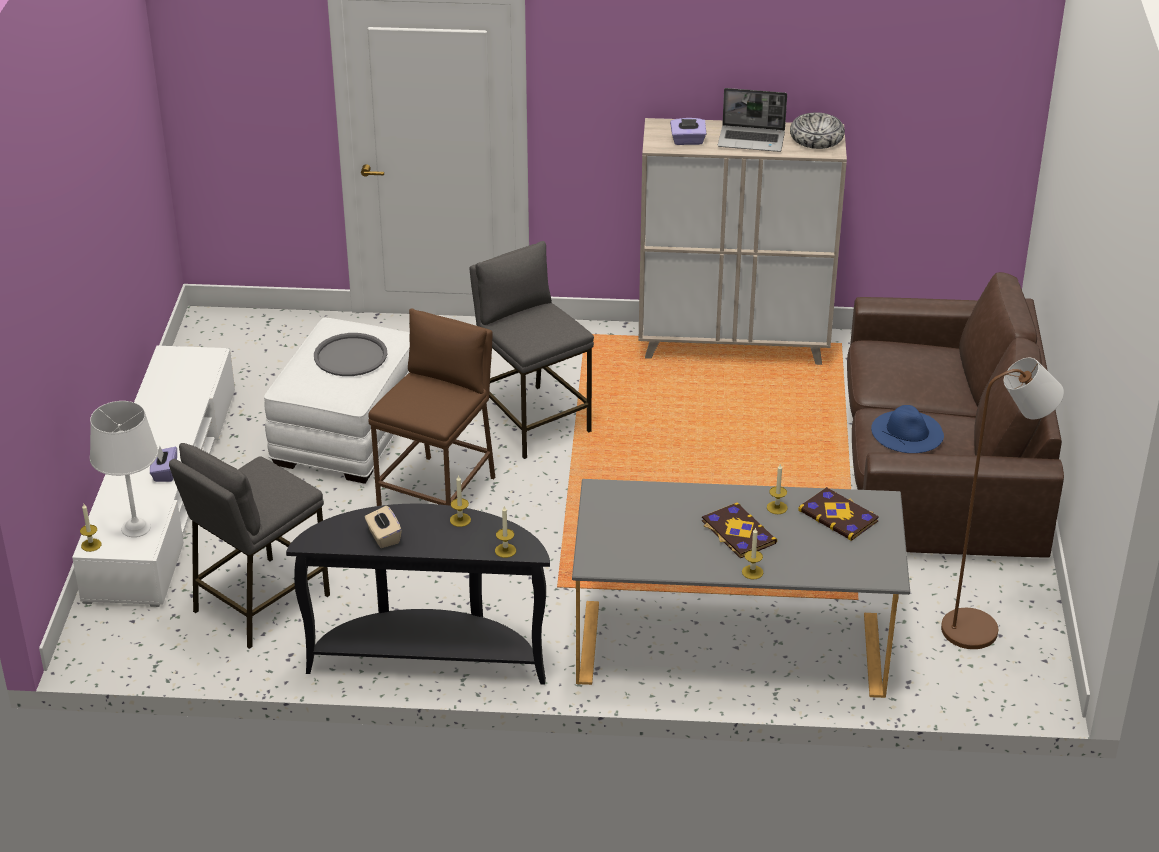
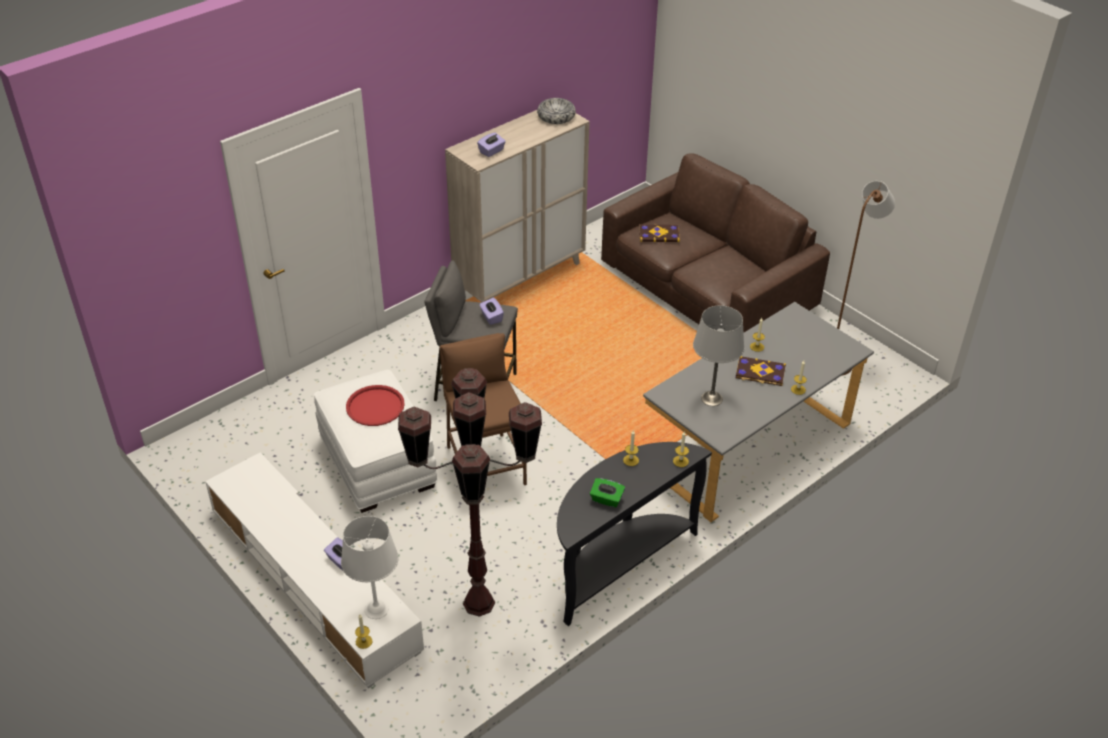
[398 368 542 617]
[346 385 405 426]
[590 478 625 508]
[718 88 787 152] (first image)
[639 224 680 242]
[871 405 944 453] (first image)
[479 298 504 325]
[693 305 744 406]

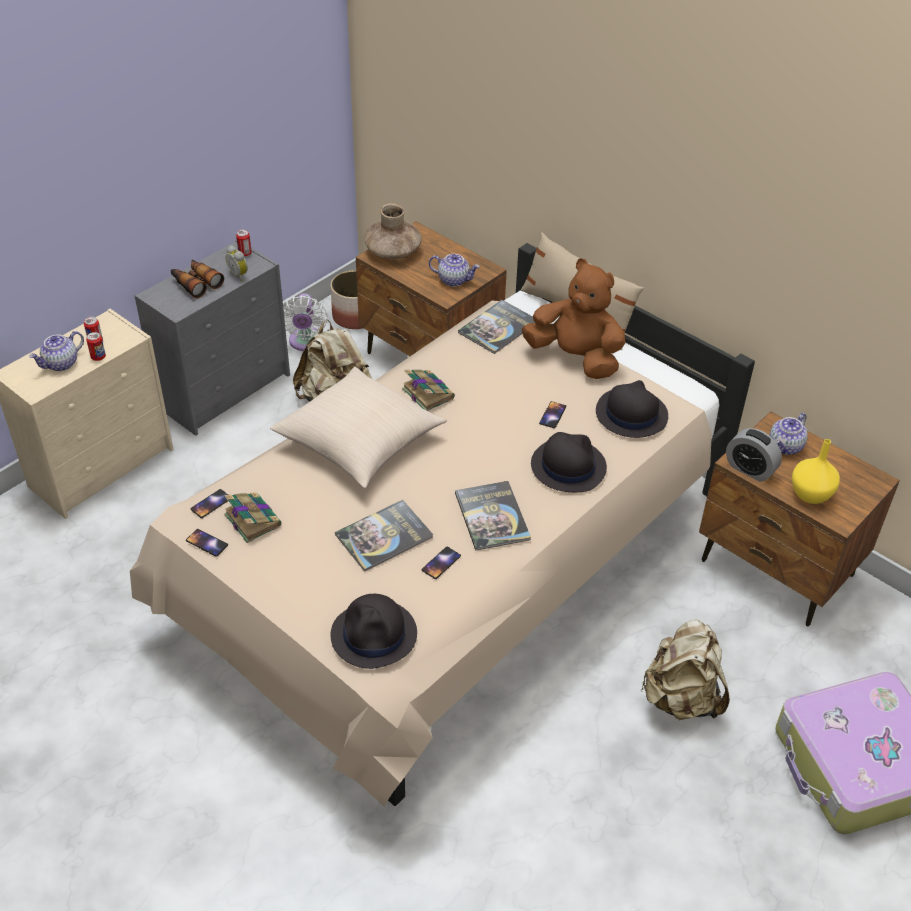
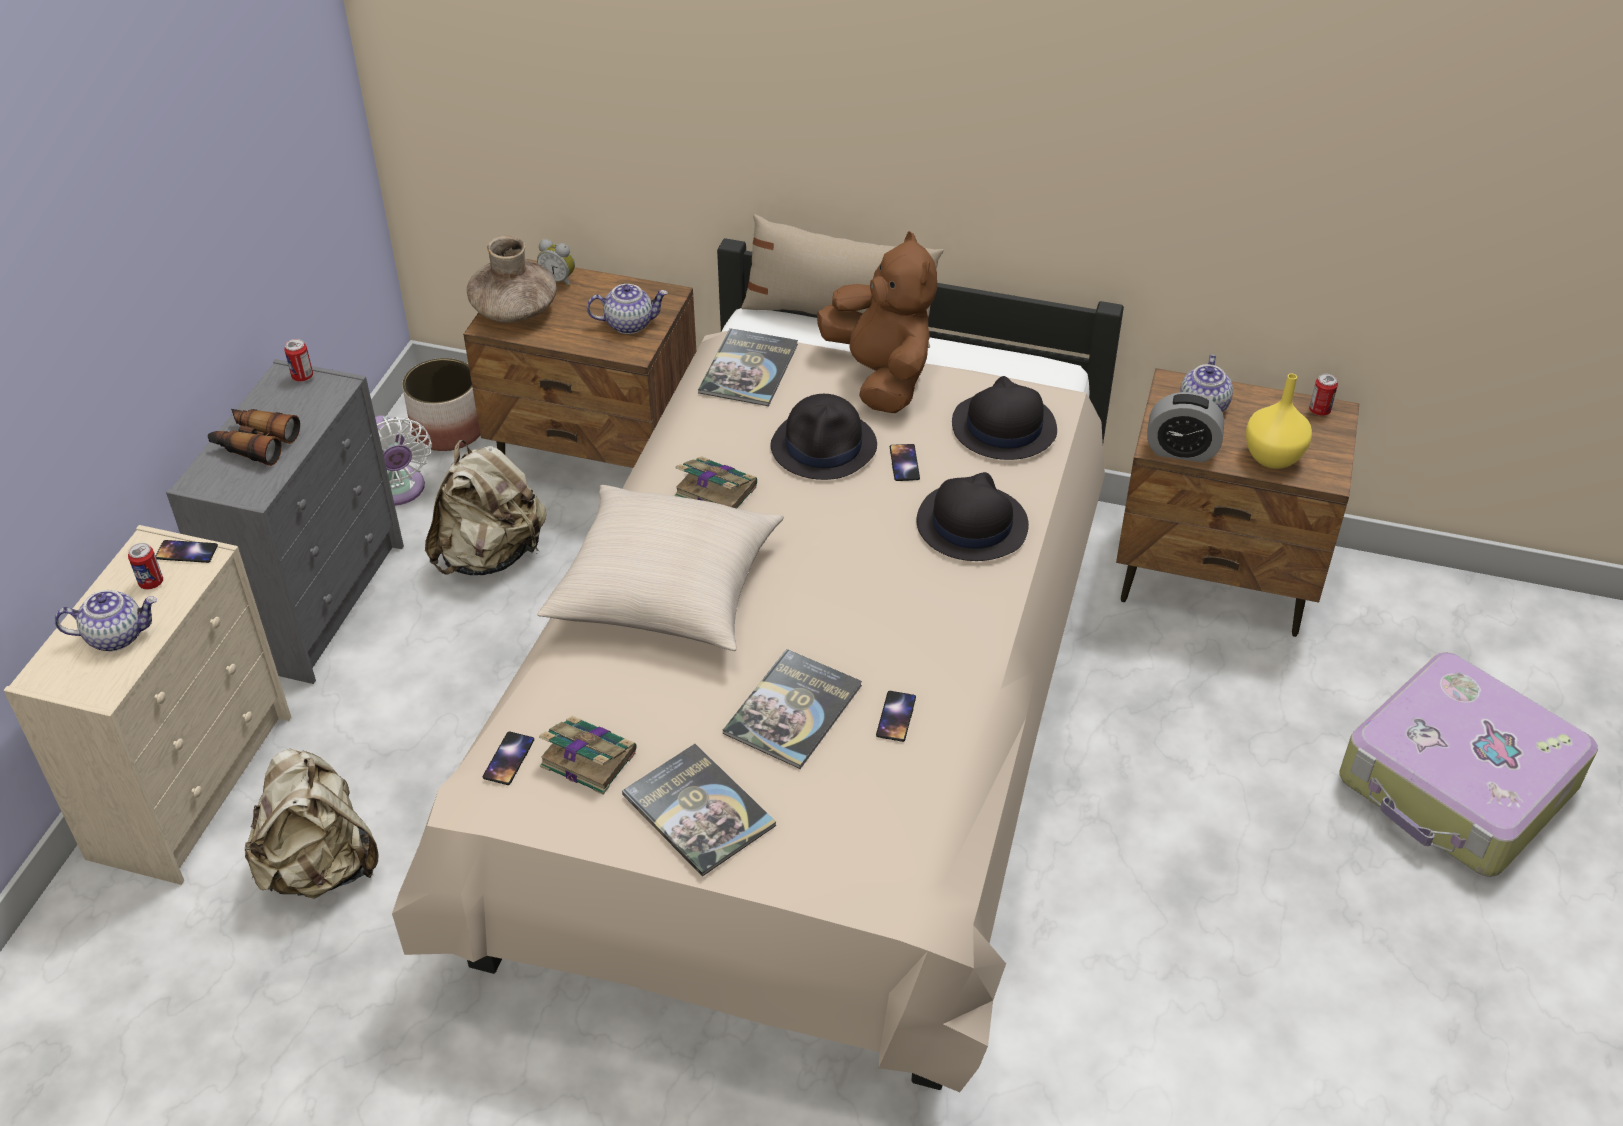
[55 590 157 651]
[1309 374 1338 416]
[156 540 218 563]
[537 239 575 287]
[771 394 877 480]
[622 744 776 877]
[817 231 937 413]
[245 749 378 899]

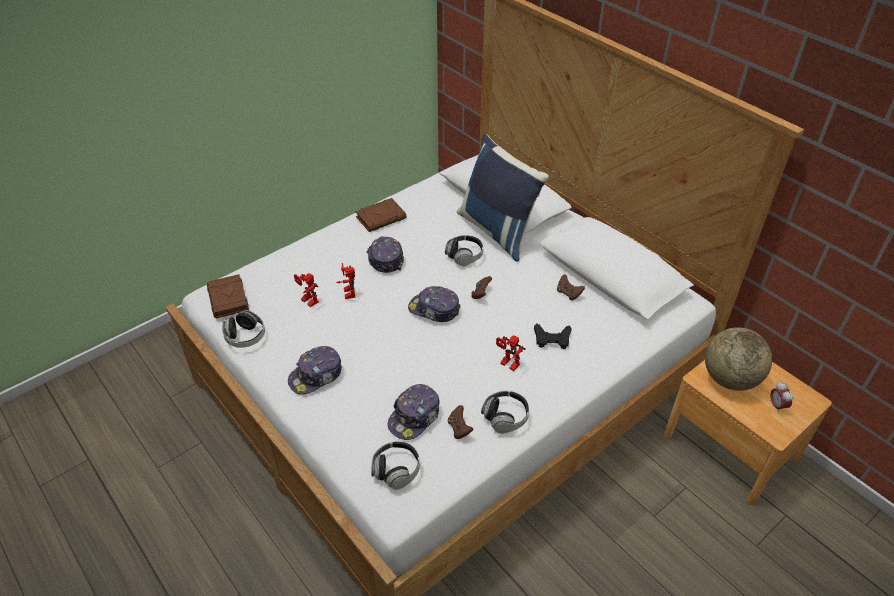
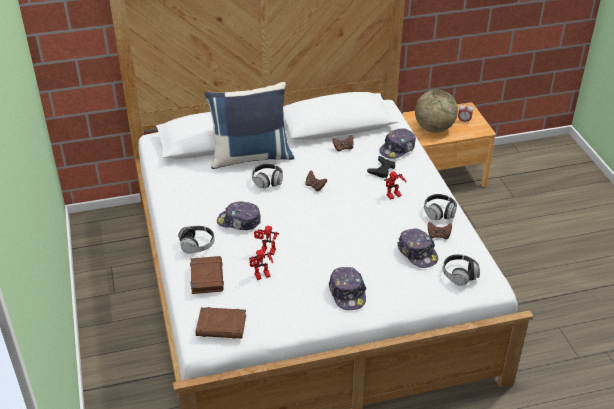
[178 226 214 254]
[190 256 224 294]
[379 128 416 159]

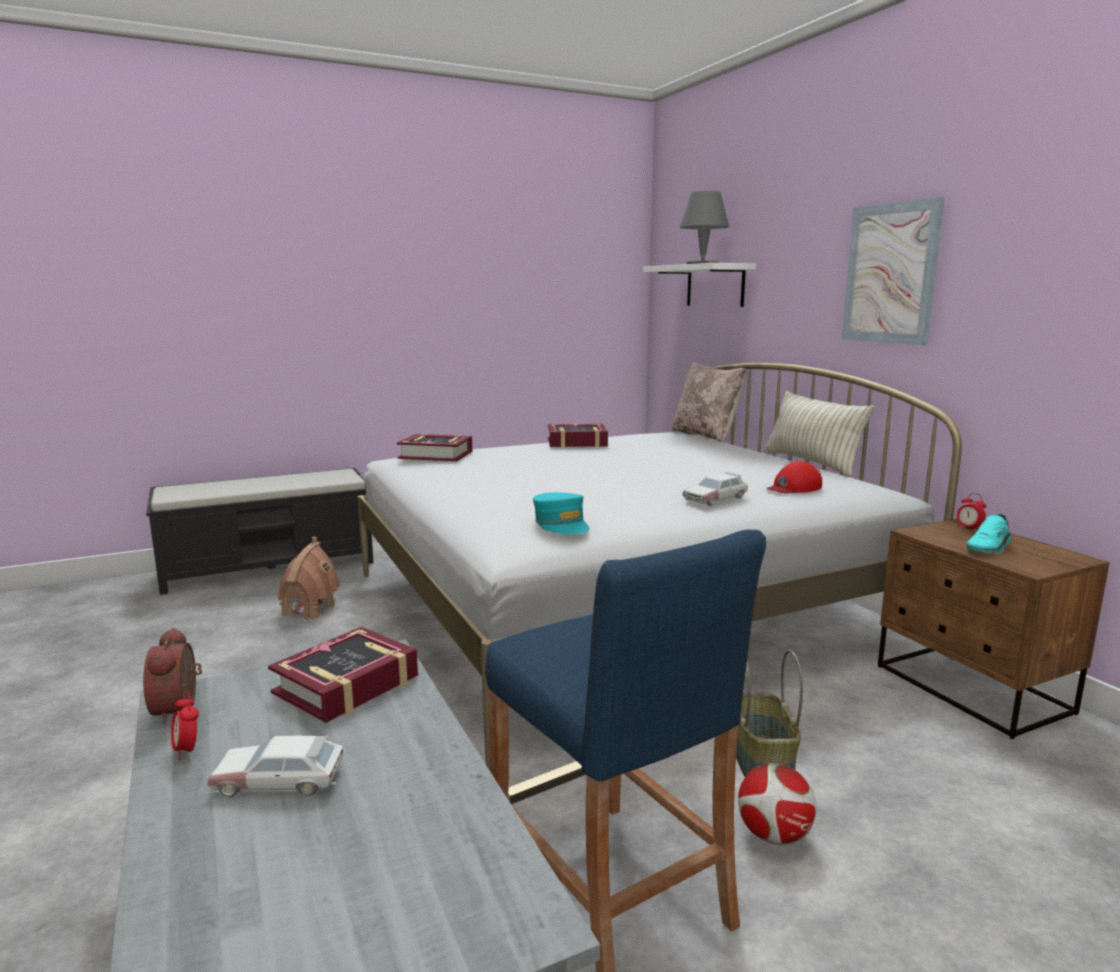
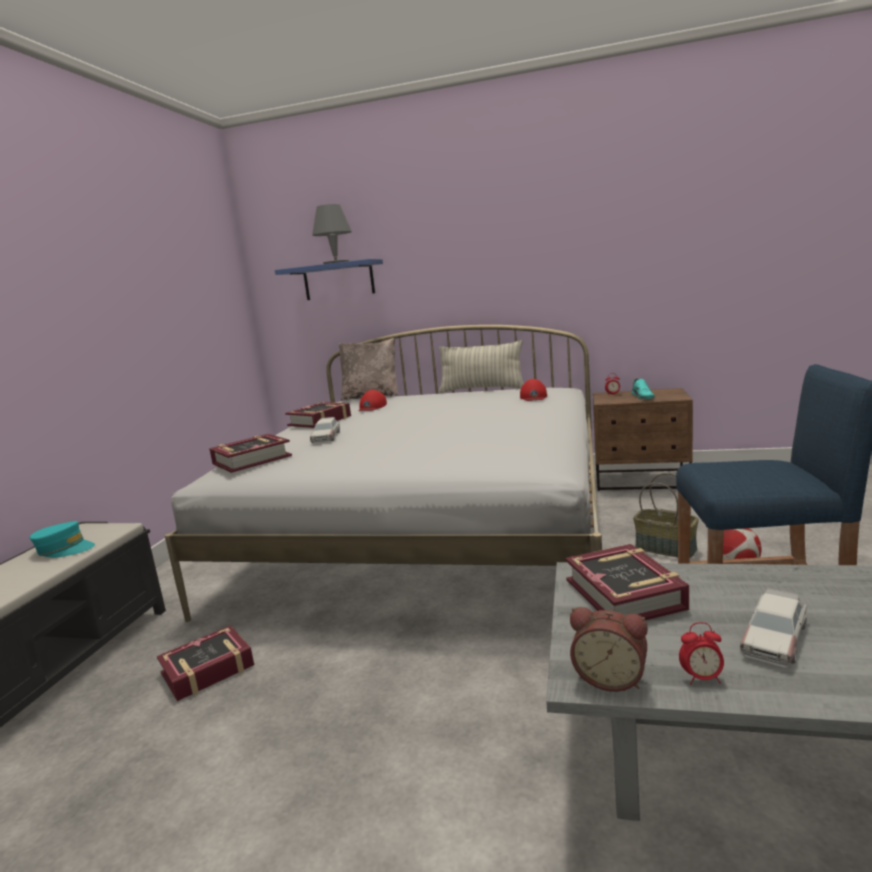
[157 625 254 701]
[30 521 95 558]
[275 259 383 300]
[310 417 340 443]
[842 197 945 345] (first image)
[358 390 387 411]

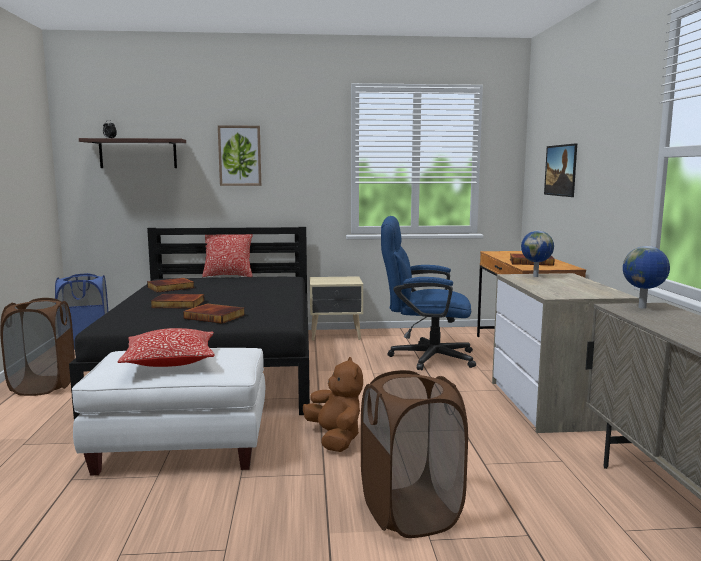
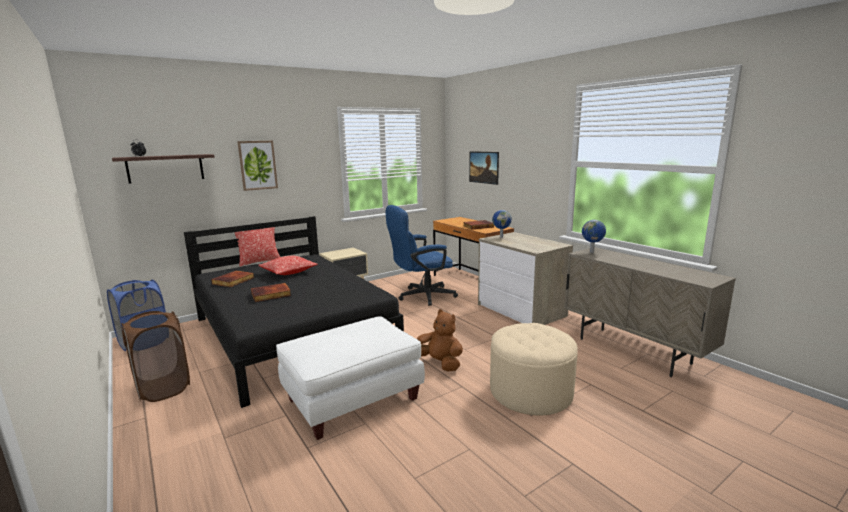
[259 256 318 275]
[183 303 245 324] (first image)
[490 323 578 415]

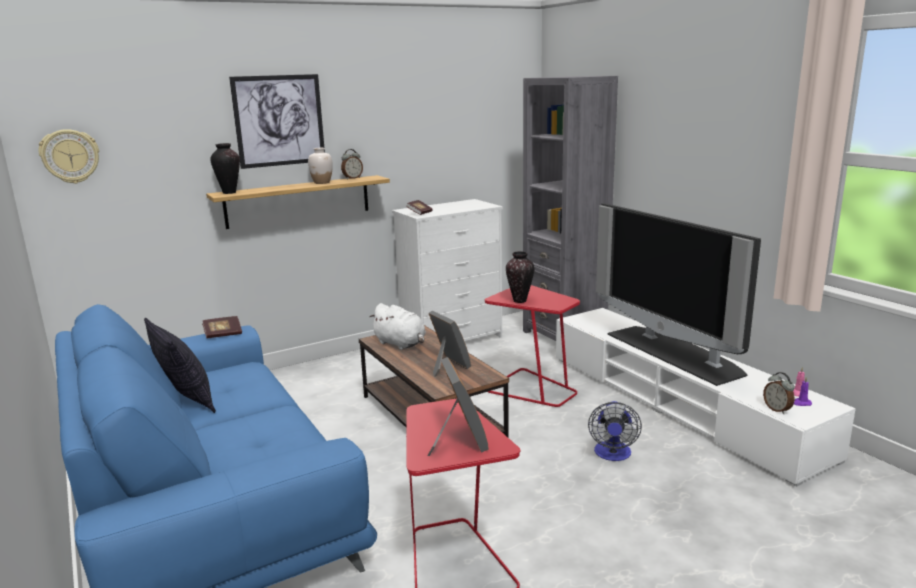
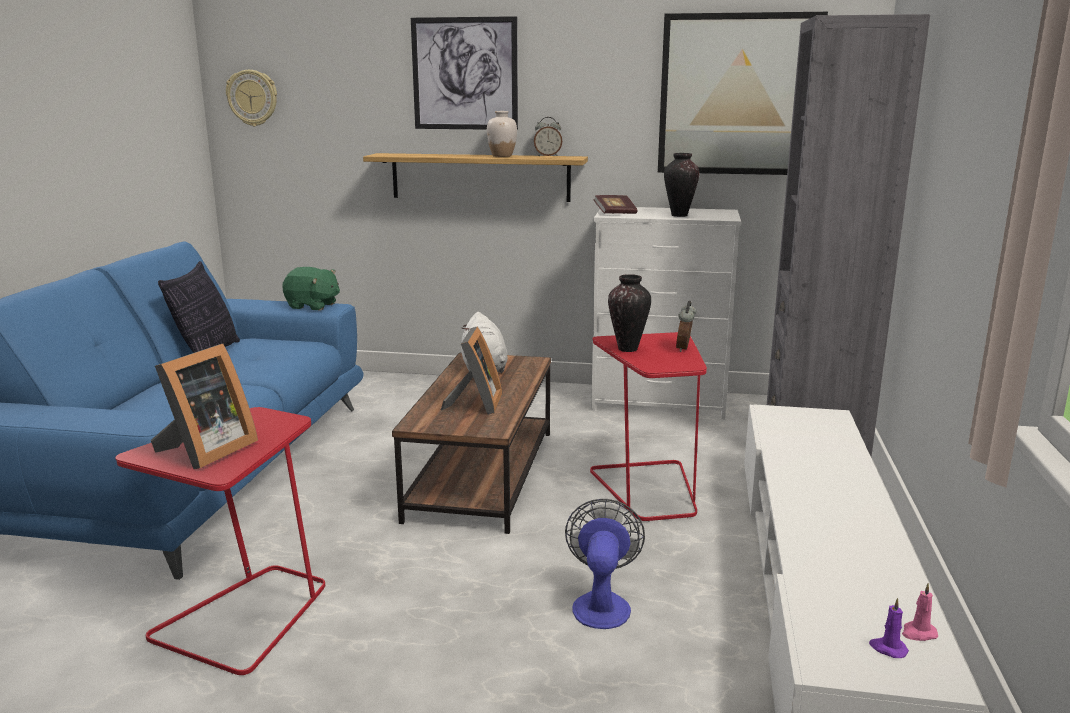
[282 267 340 311]
[664 153 700 217]
[565 499 645 629]
[596 203 761 386] (first image)
[676 301 696 352]
[658 12 828 175]

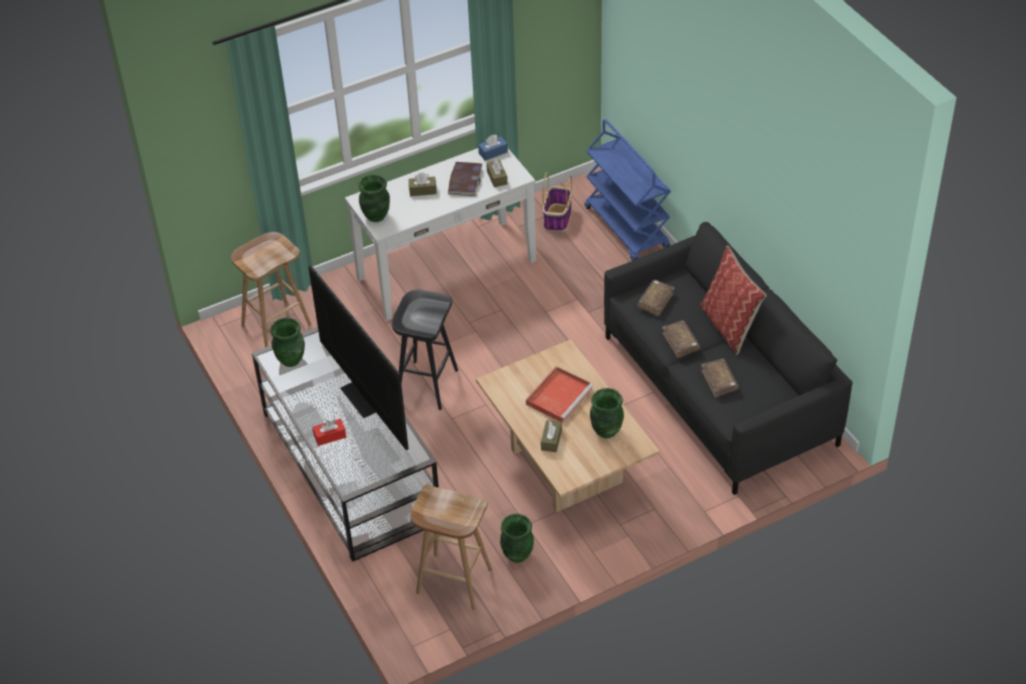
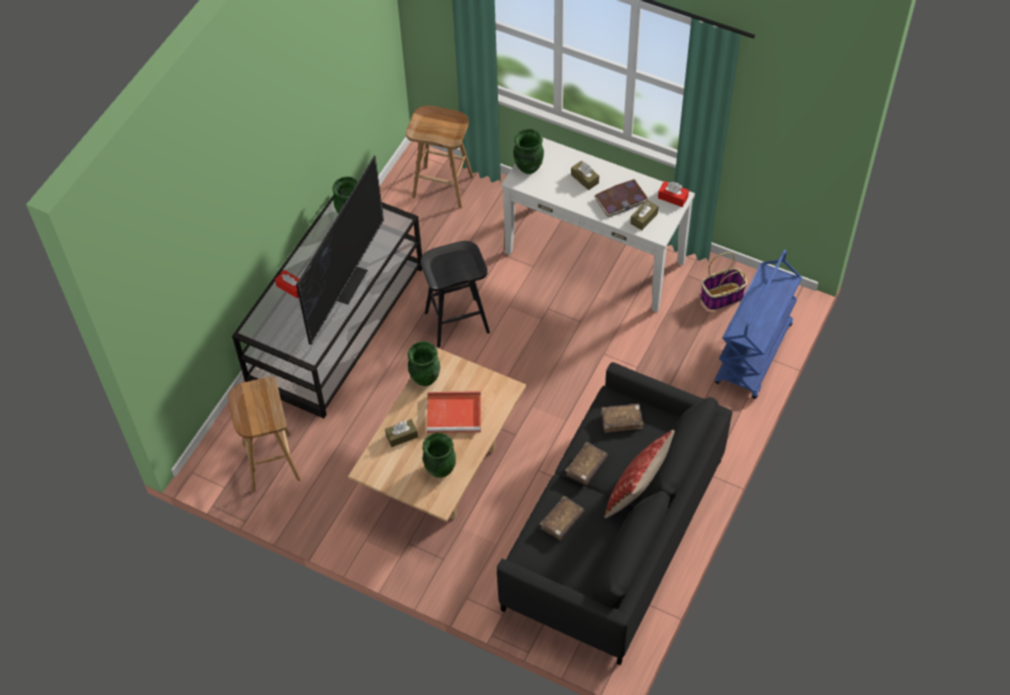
[658 181 689 207]
[408 341 440 386]

